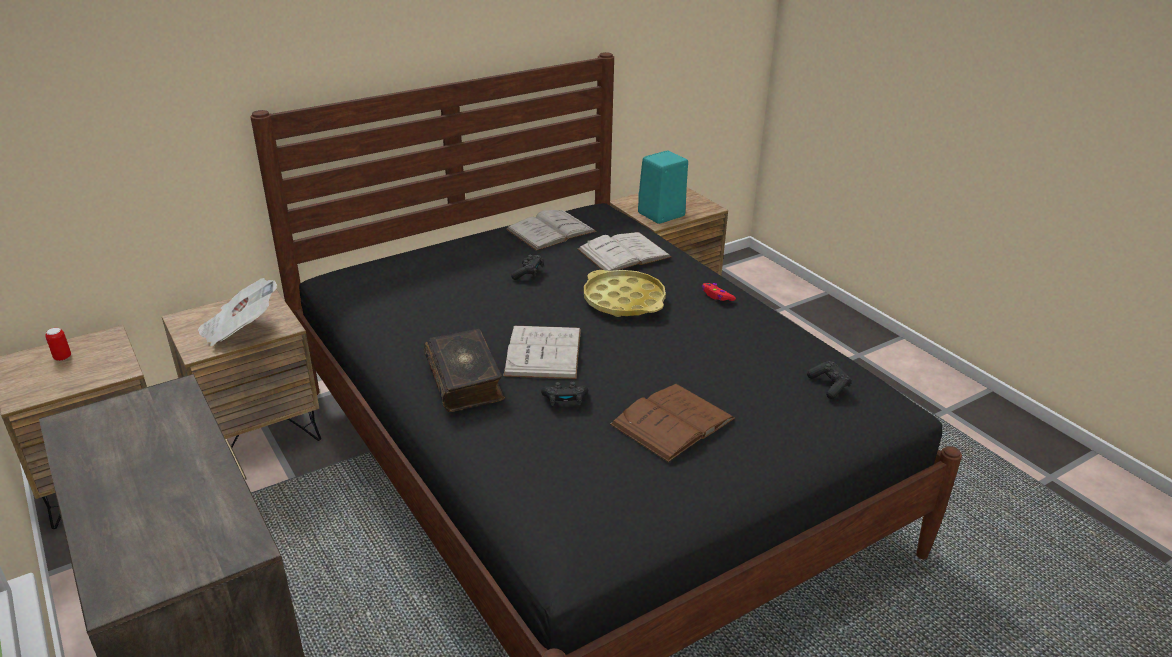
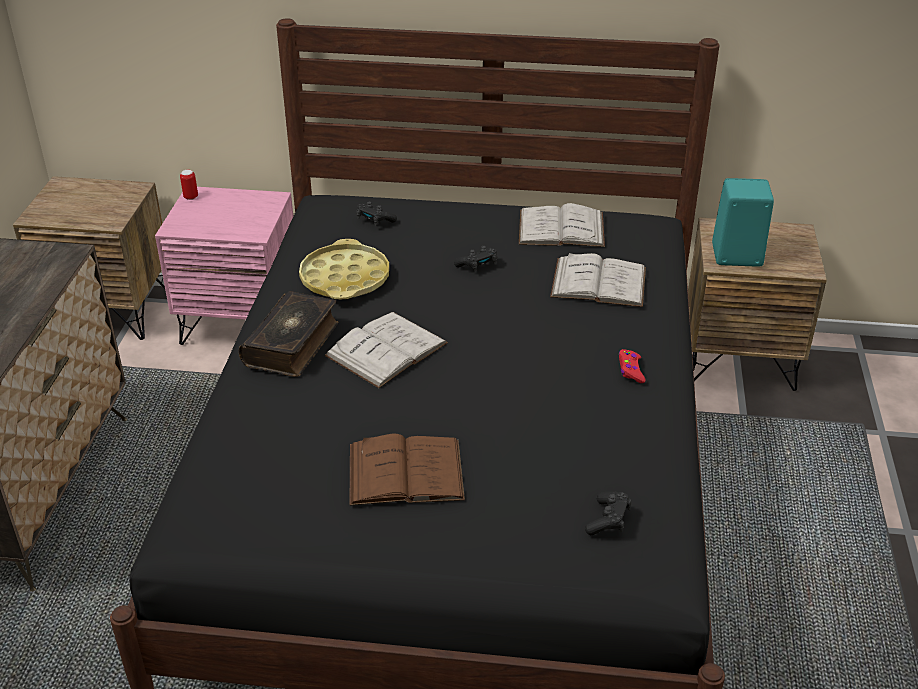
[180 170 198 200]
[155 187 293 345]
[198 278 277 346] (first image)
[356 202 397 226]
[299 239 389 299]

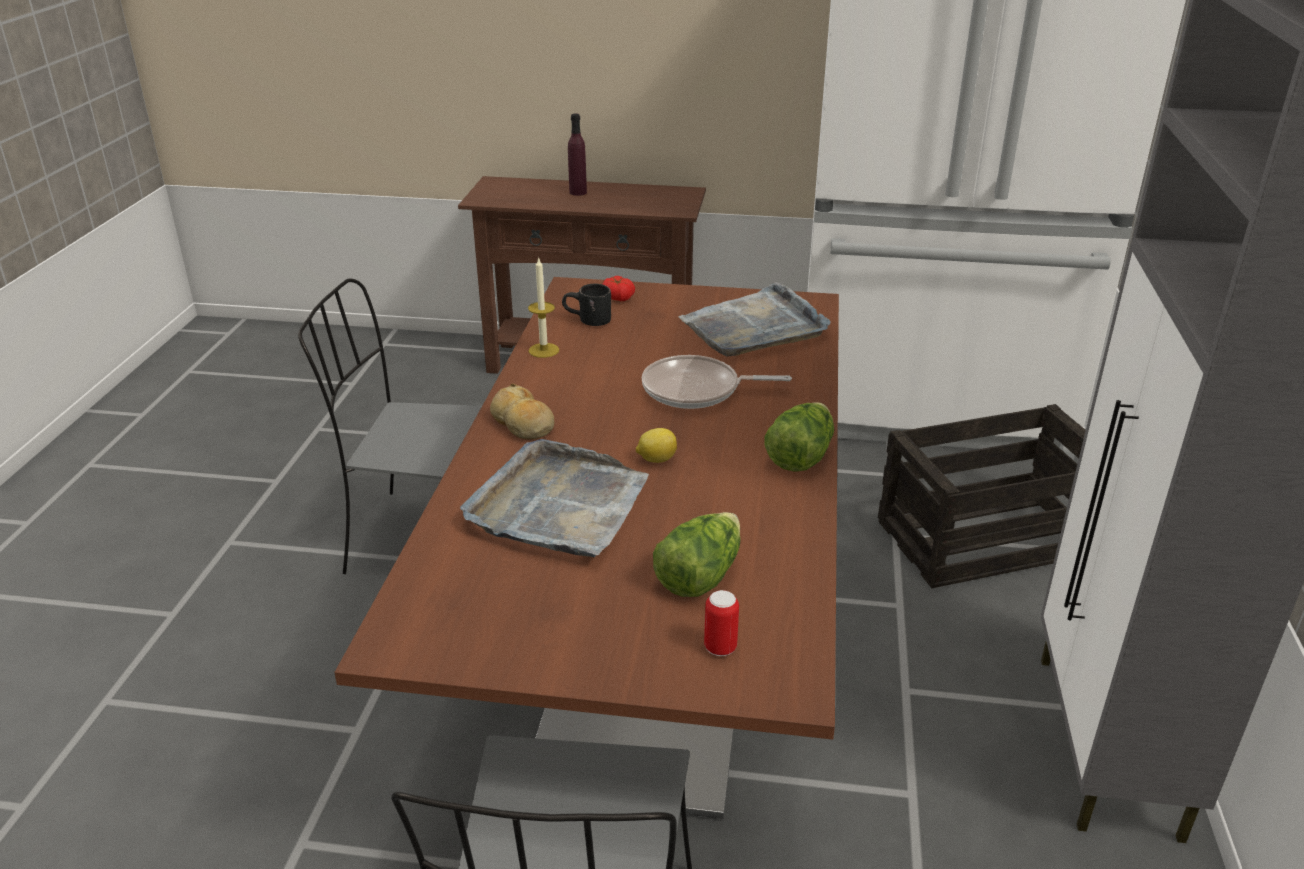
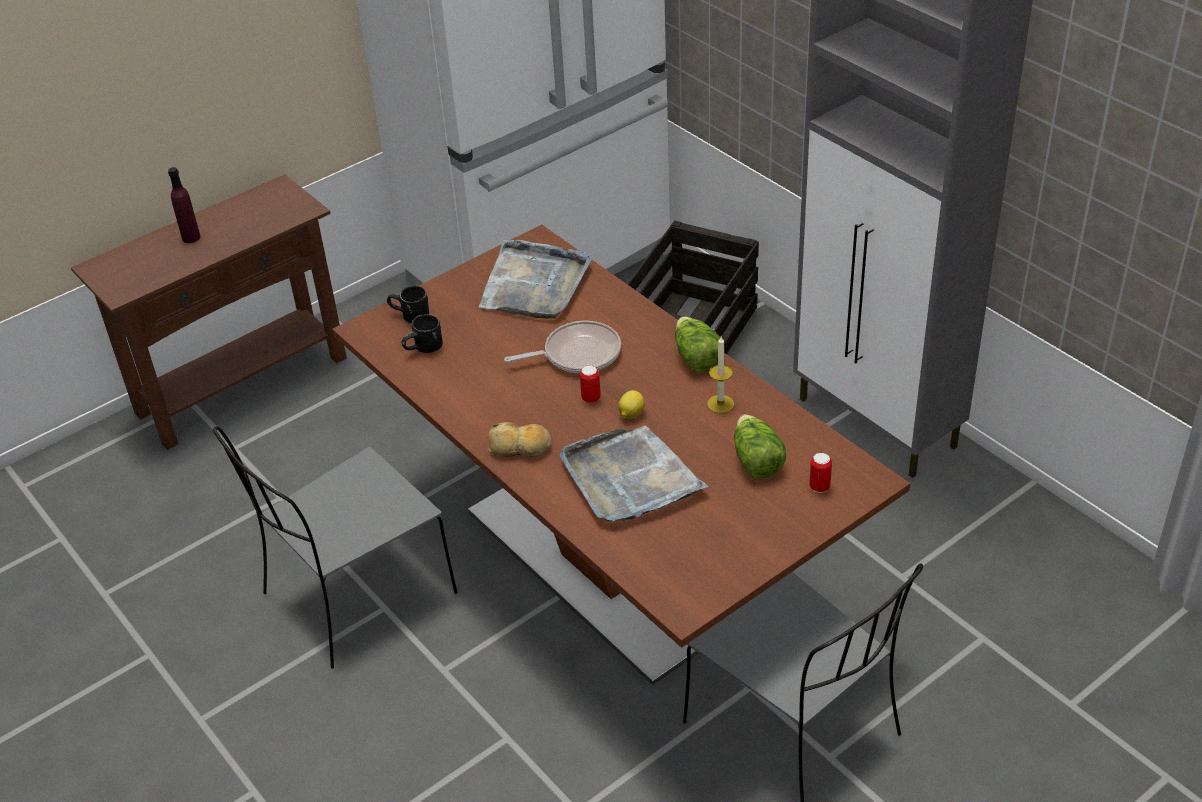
[707 336 734 413]
[387 285 429 323]
[504 321 621 373]
[580 365 601 403]

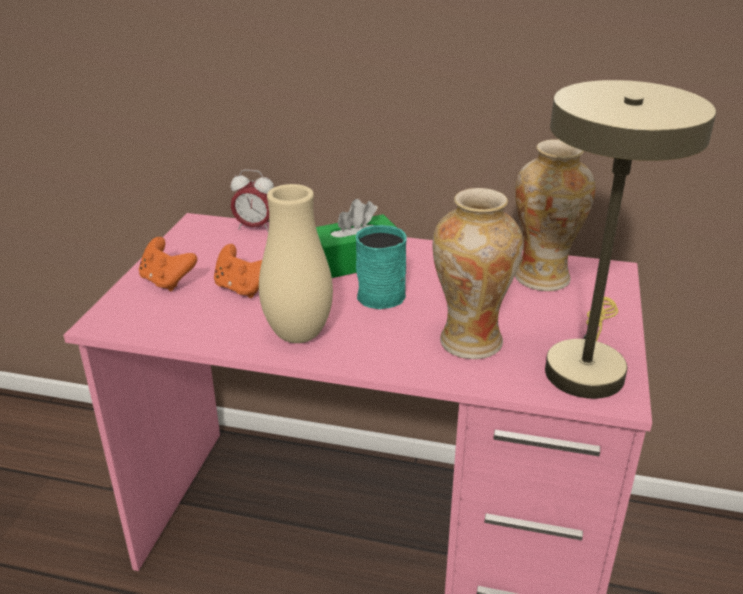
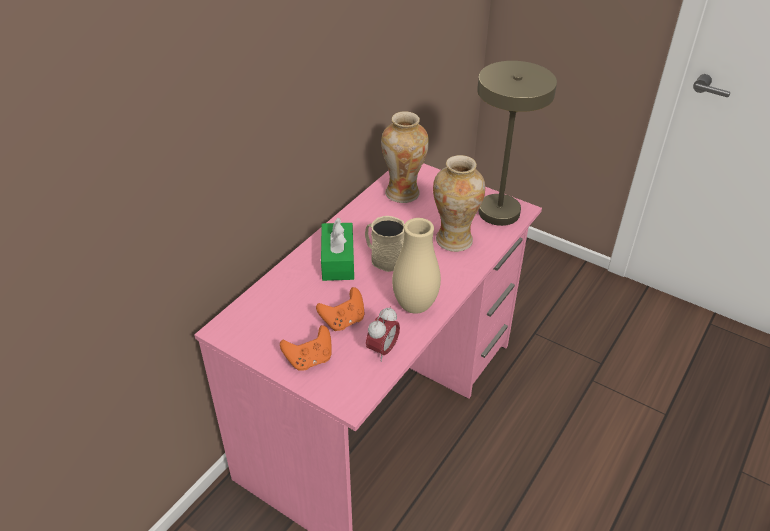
[366 307 400 362]
[365 216 404 272]

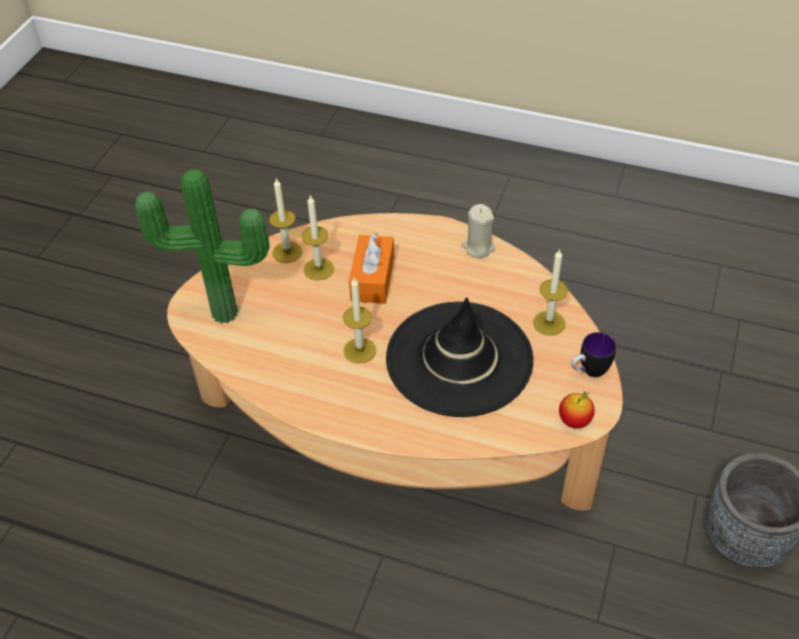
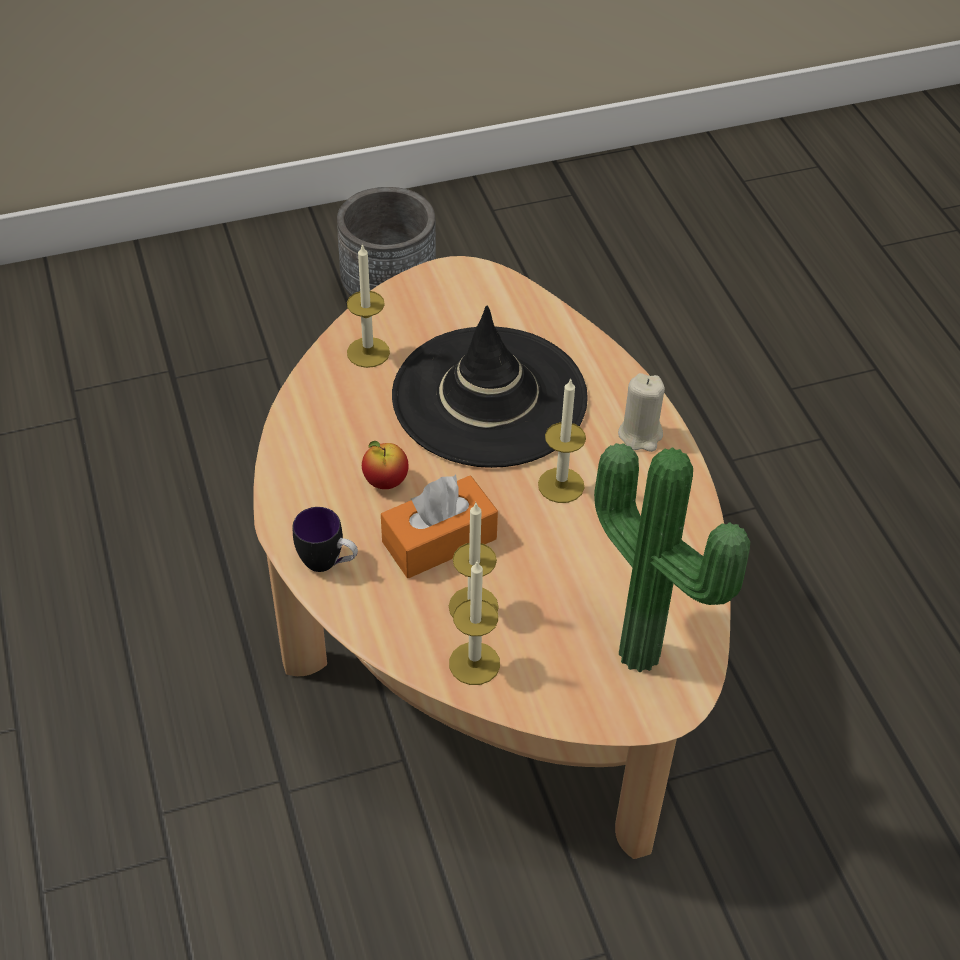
[618 373 665 452]
[362 441 409 489]
[293 507 358 572]

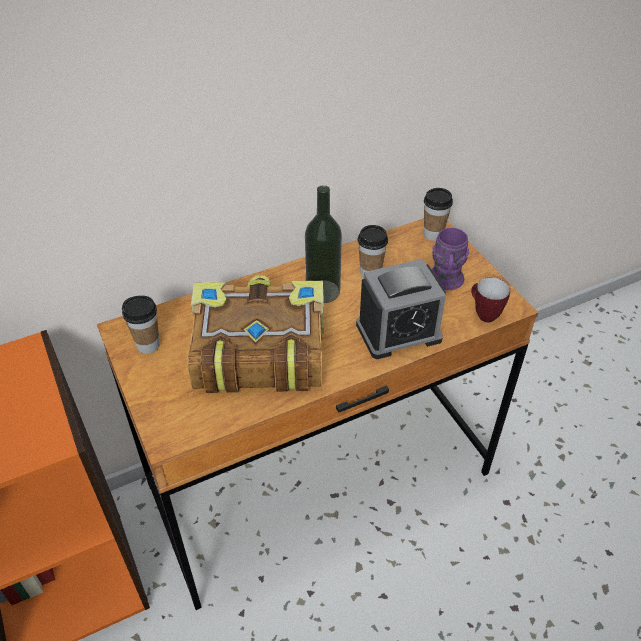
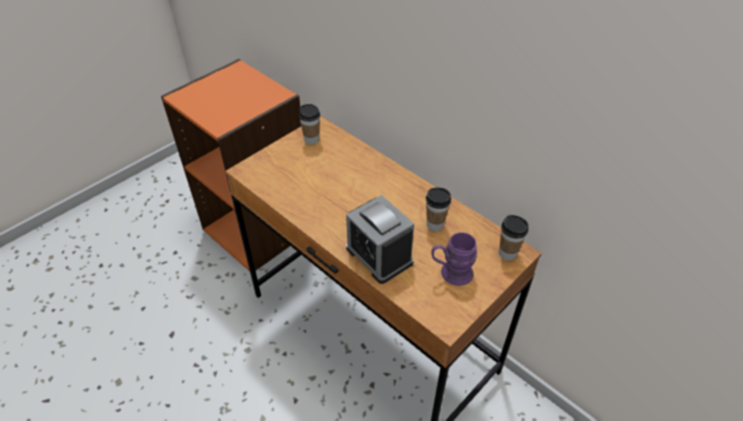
[187 275 324 393] (first image)
[305 185 342 303] (first image)
[471 277 510 323] (first image)

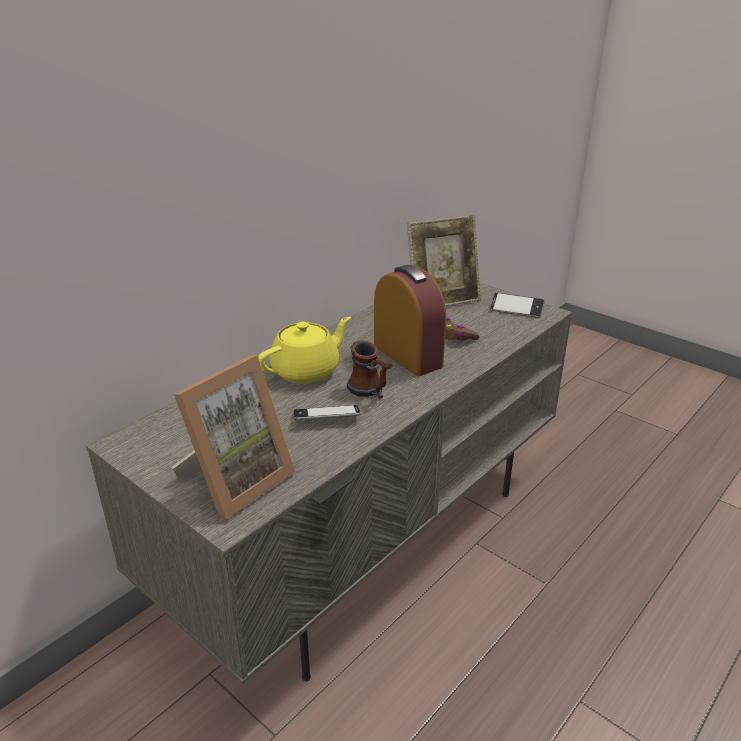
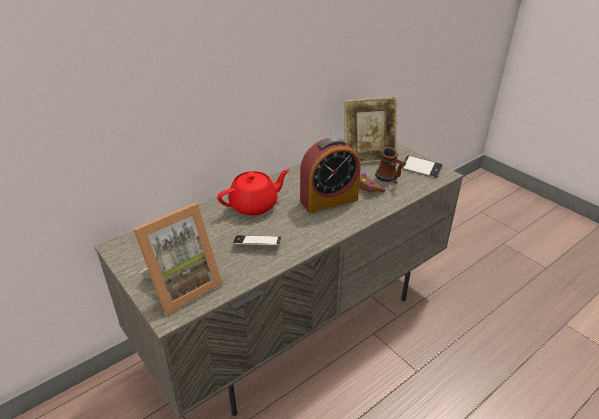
[217 169 290 216]
[375 147 406 184]
[300 137 361 213]

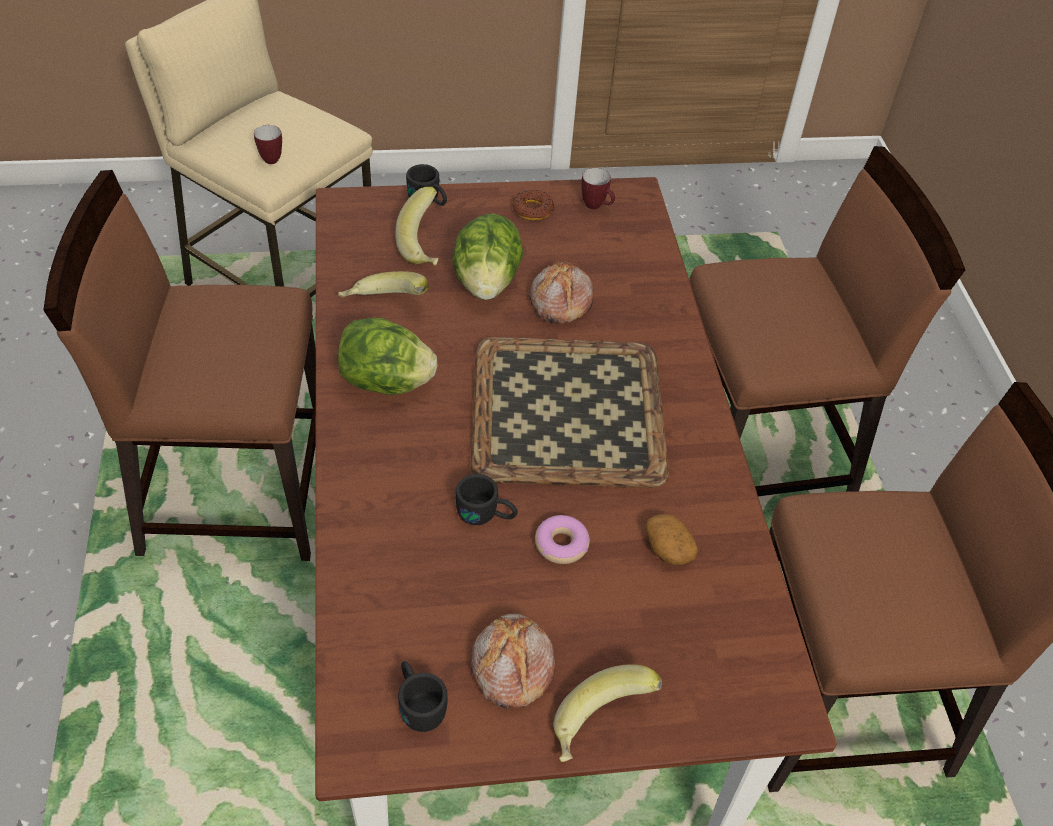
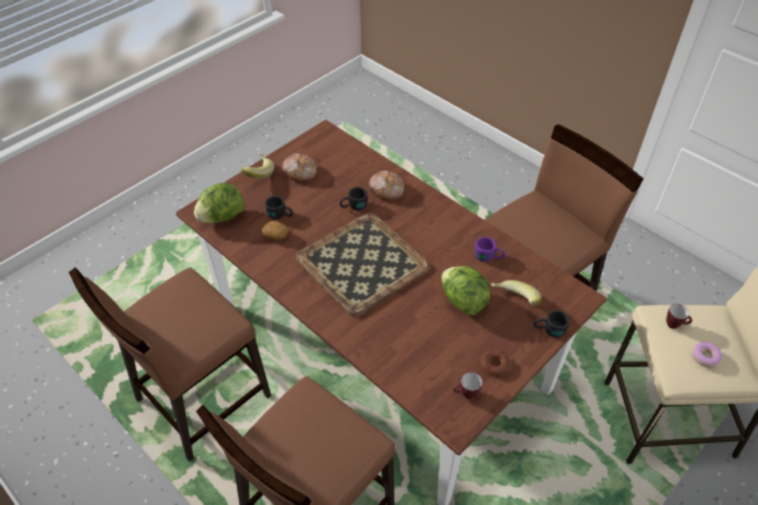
[475 237 506 262]
[194 183 245 223]
[265 196 293 219]
[369 171 404 200]
[692 342 722 367]

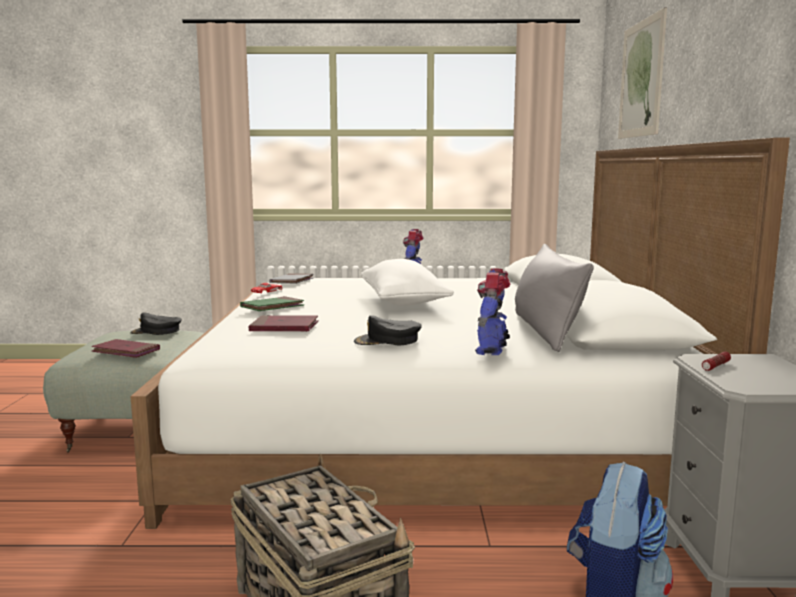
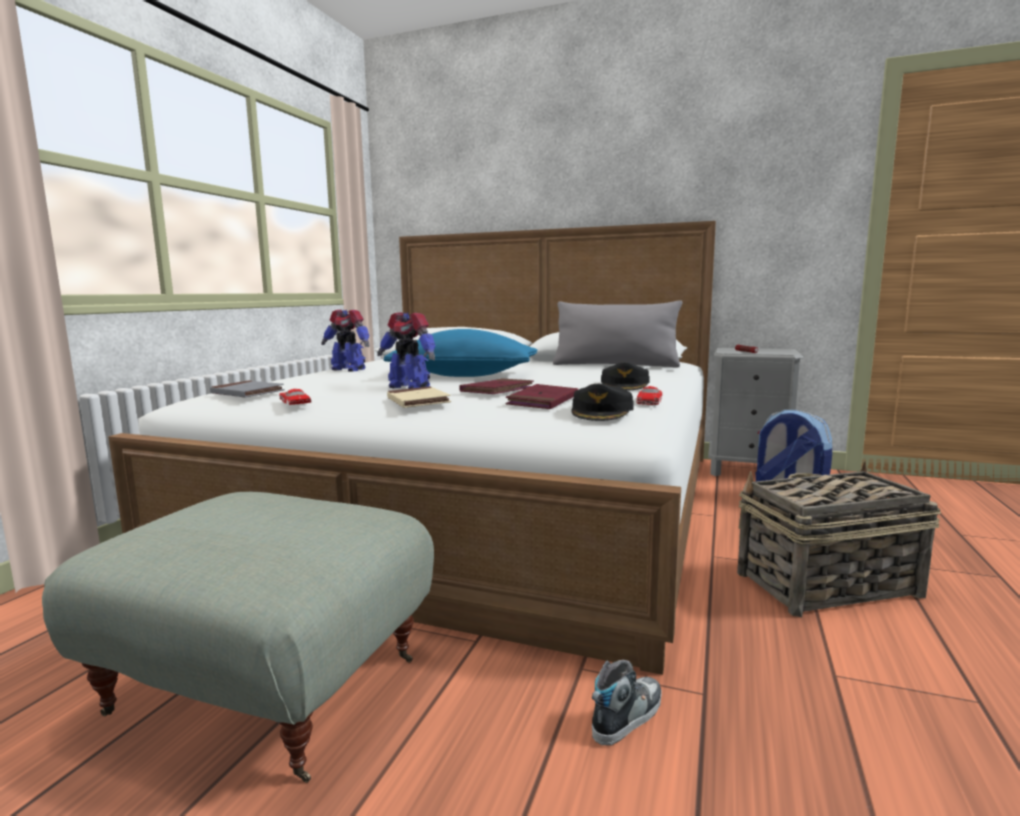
[459 378 534 394]
[571 384 634 421]
[387 386 451 408]
[383 329 537 377]
[377 312 435 389]
[618 7 667 139] (first image)
[592 660 662 746]
[636 386 662 405]

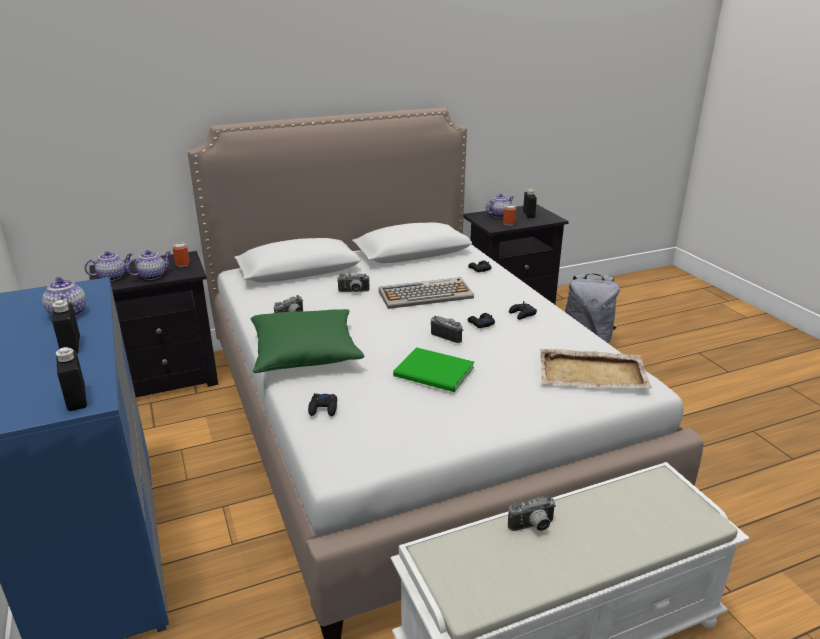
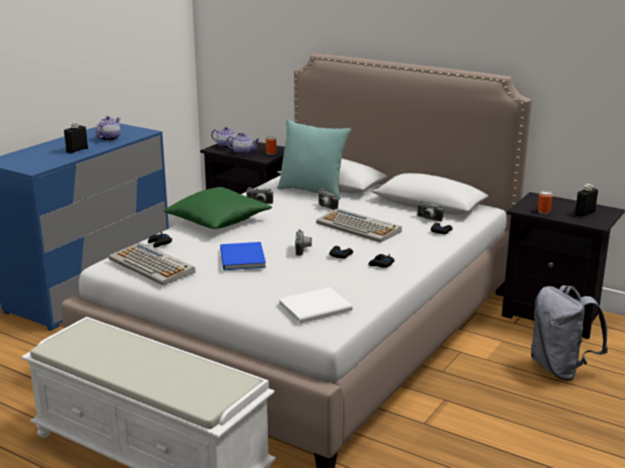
[55 347 87 411] (first image)
[220 242 266 270]
[485 194 514 218] (first image)
[417 200 444 222]
[279 287 353 324]
[109 242 196 285]
[277 119 351 200]

